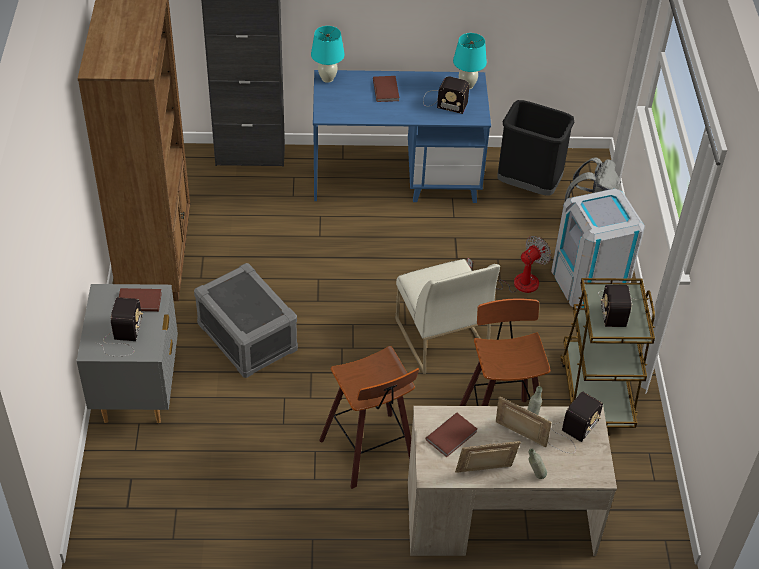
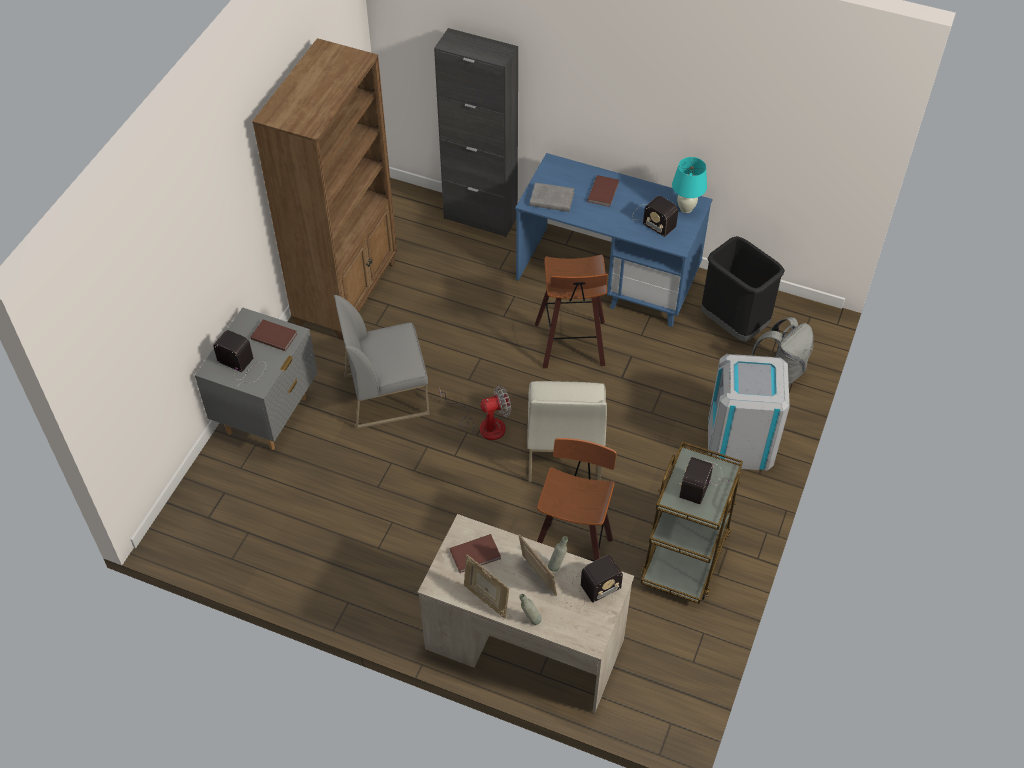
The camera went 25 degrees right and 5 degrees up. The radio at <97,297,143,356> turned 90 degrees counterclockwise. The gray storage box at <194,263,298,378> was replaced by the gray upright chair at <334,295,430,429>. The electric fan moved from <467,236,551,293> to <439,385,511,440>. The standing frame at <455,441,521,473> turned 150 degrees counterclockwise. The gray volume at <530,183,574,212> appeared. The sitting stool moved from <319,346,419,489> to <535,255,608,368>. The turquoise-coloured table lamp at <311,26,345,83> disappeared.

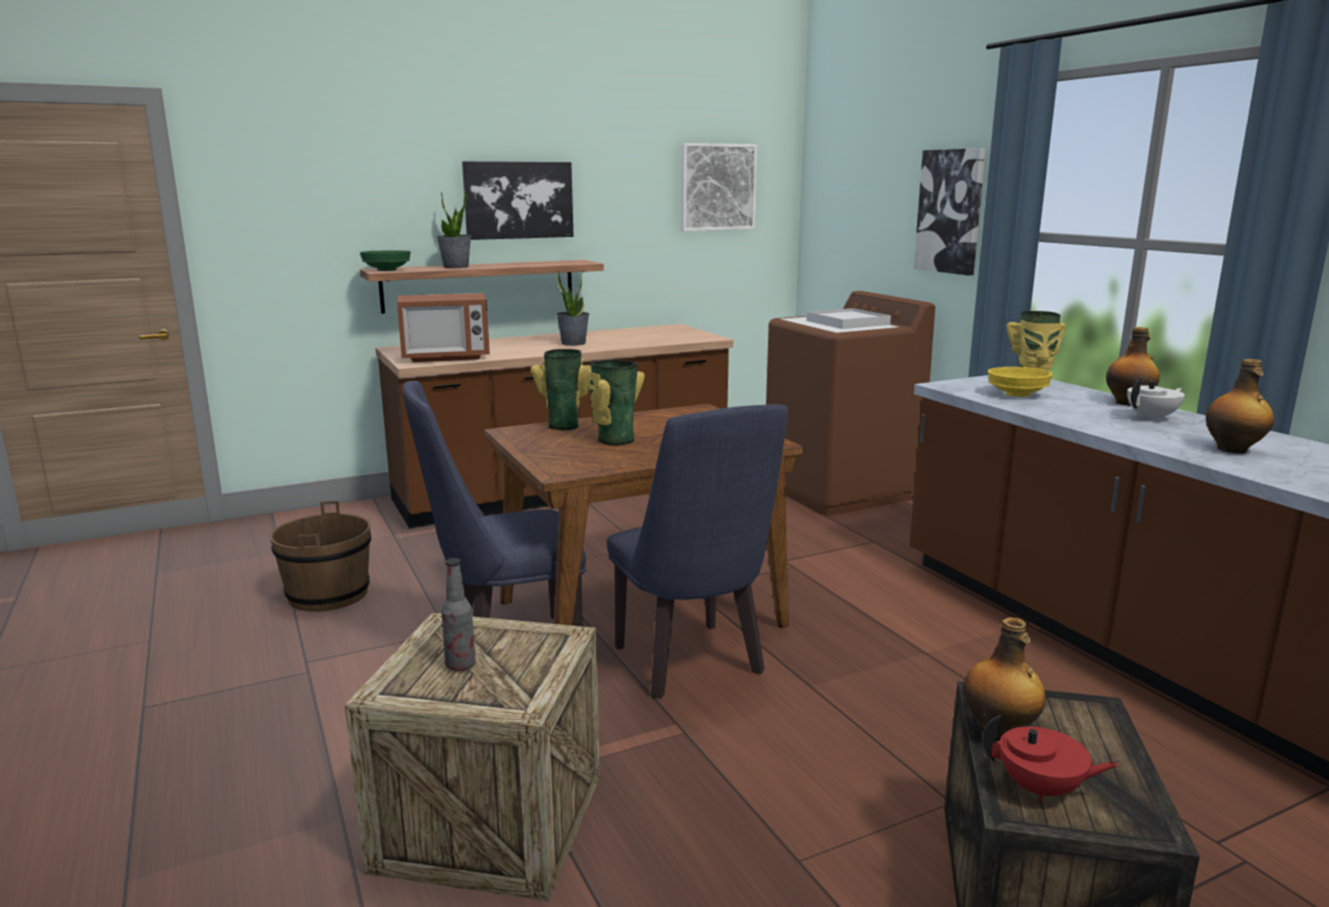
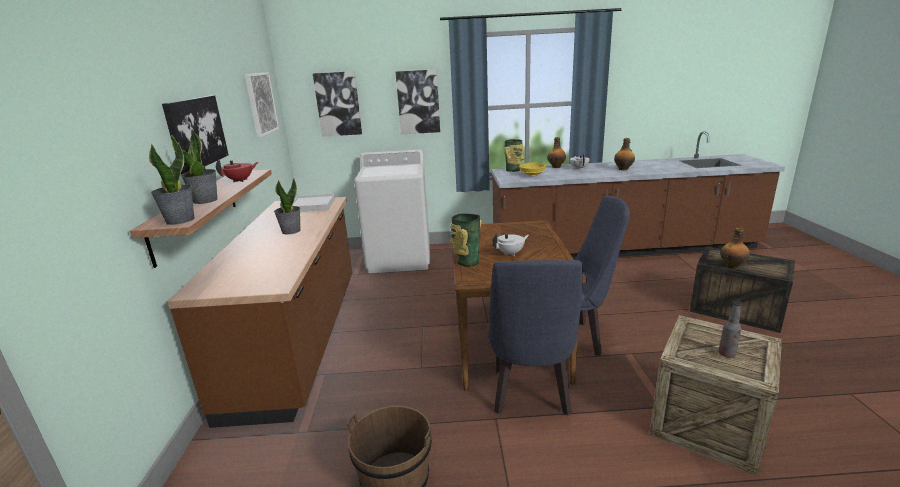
The camera went 65 degrees left and 5 degrees up. The green bowl at <360,251,411,271> was replaced by the houseplant at <149,142,195,225>. The red-coloured tea pot moved from <982,715,1119,803> to <216,159,258,182>. The white-coloured serving tray moved from <806,308,891,329> to <292,194,335,212>. The wall picture at <313,71,362,137> appeared. The brownish laundry machine at <766,291,935,516> became the white-coloured laundry machine at <354,149,430,273>. The flower vase at <588,359,645,446> was replaced by the white-coloured tea pot at <493,233,529,256>. The kitchen microwave at <397,293,490,362> disappeared.

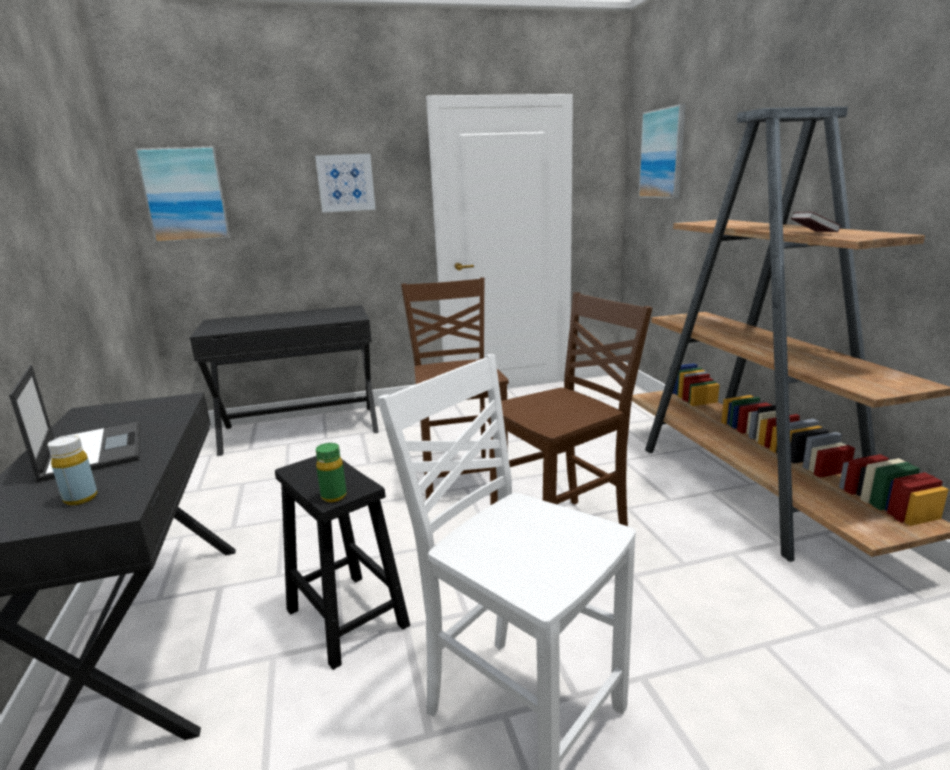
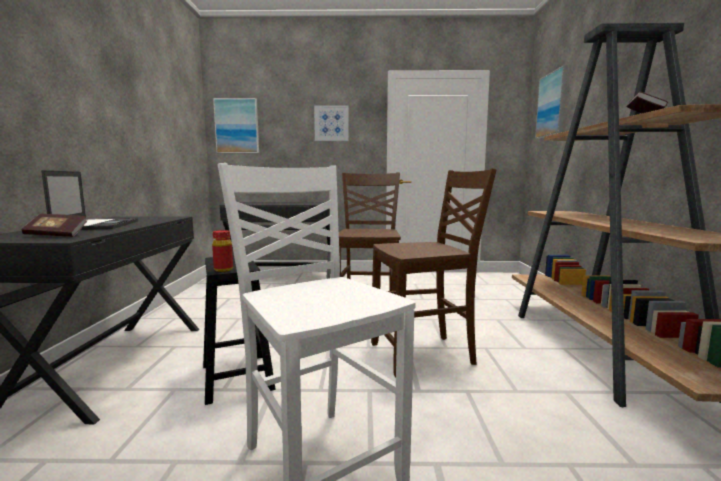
The camera went 15 degrees right and 10 degrees down. The yellow bottle at <48,435,97,505> was replaced by the volume at <21,214,87,237>. The green bottle at <316,443,347,502> became the red-coloured bottle at <212,230,233,272>.

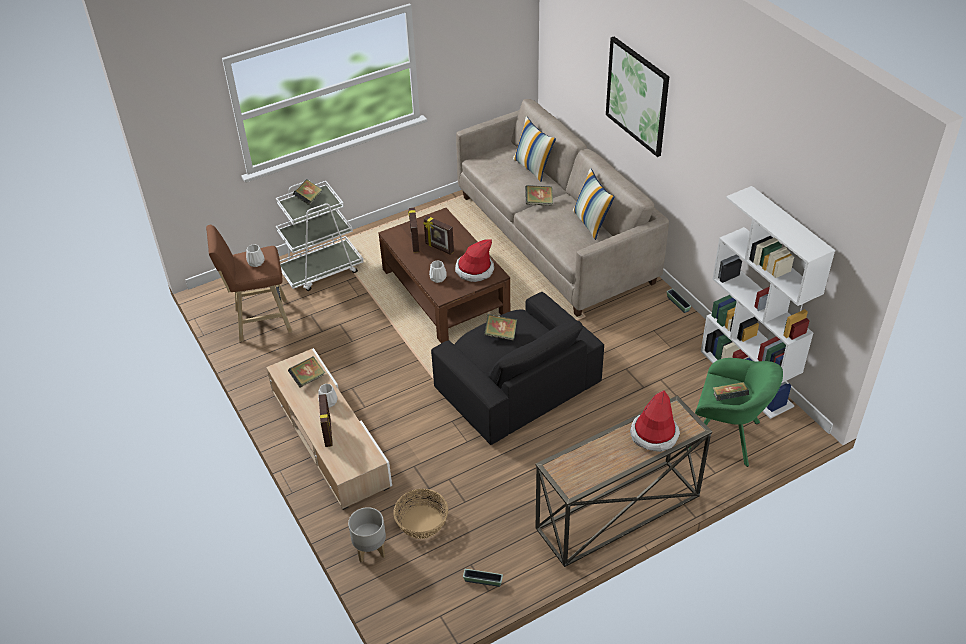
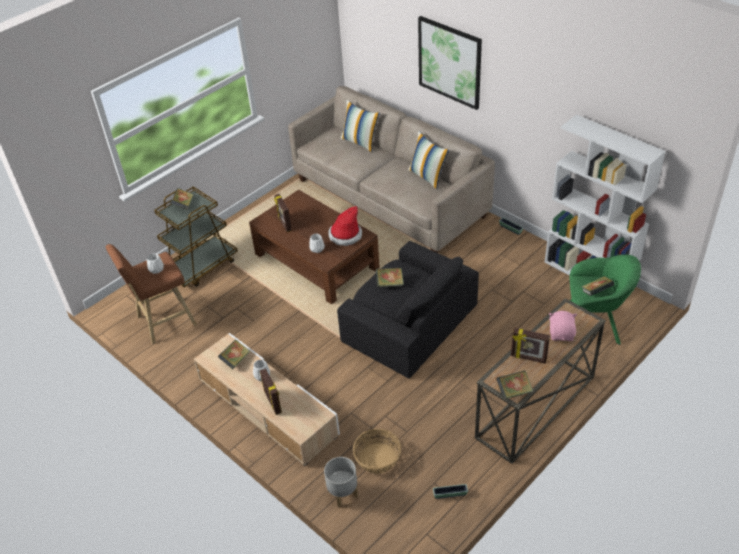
The camera went 15 degrees left and 0 degrees up. The white-coloured trolley at <276,181,364,291> became the brownish trolley at <154,187,238,287>. The volume moved from <525,185,553,206> to <496,370,533,400>. The standing frame moved from <423,216,454,255> to <511,328,550,363>. The wearable hat at <630,390,680,452> was replaced by the pinkish plush toy at <549,311,577,341>.

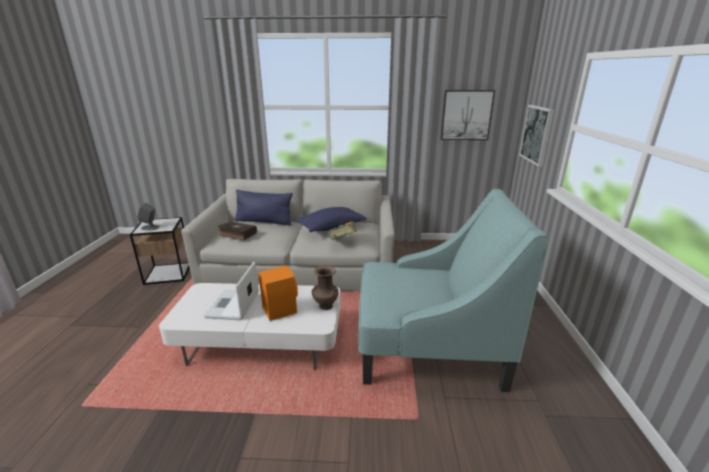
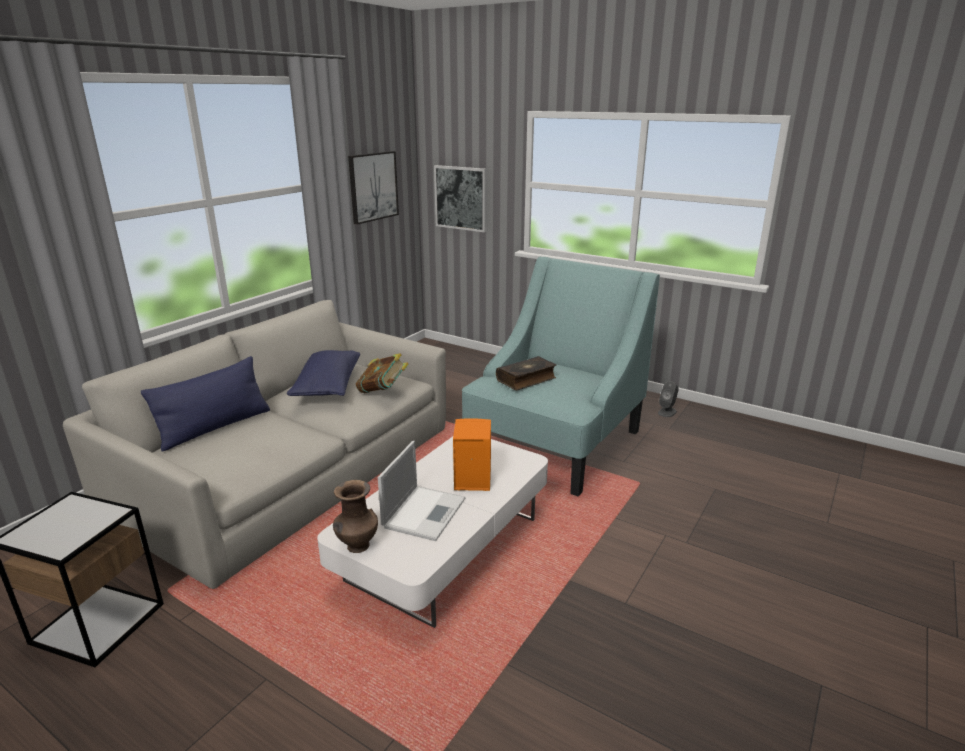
The camera went 60 degrees left and 0 degrees up. The brownish flower vase moved from <312,266,339,310> to <333,480,378,553>. The portable computer at <204,262,259,320> turned 105 degrees counterclockwise. The volume moved from <218,221,257,240> to <496,356,556,390>. The gray audio speaker moved from <137,203,159,230> to <658,381,679,417>.

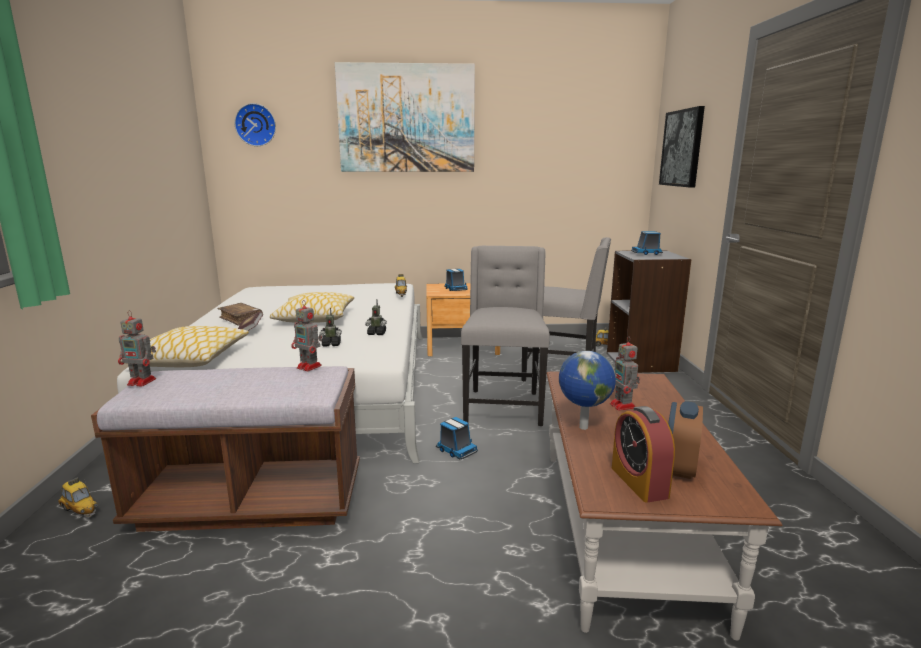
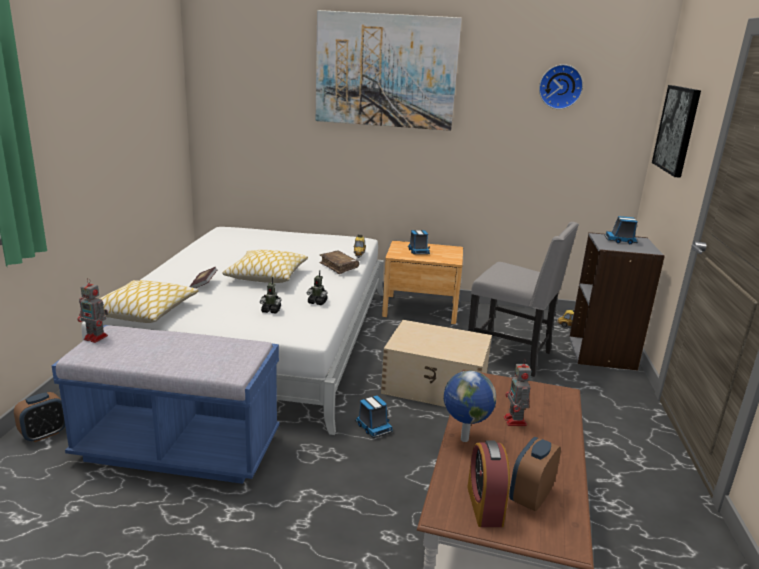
The camera went 10 degrees right and 5 degrees up. The model car at <58,478,98,516> was replaced by the alarm clock at <14,392,65,442>. The brownish indoor bench at <91,366,360,532> became the blue-coloured indoor bench at <52,325,279,484>. The brownish volume moved from <218,303,263,326> to <319,251,359,274>. The gray upright chair at <461,246,550,426> was replaced by the beige-coloured storage box at <381,320,492,407>. The wall clock moved from <234,103,276,146> to <539,64,583,109>. The model robot at <291,300,322,371> disappeared.

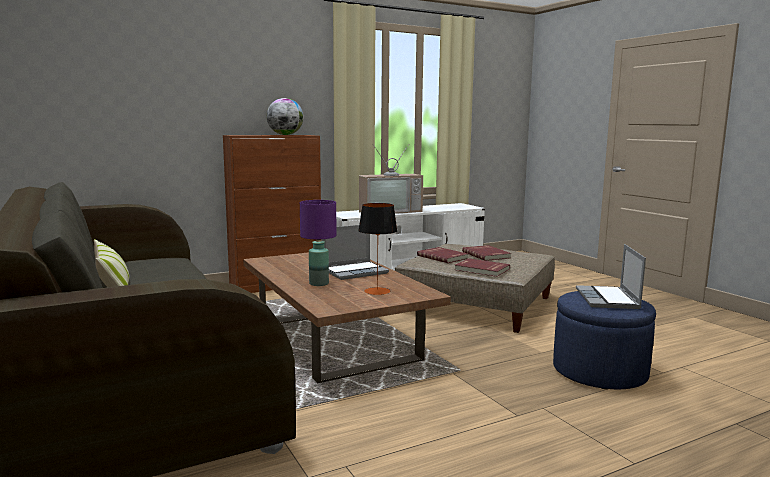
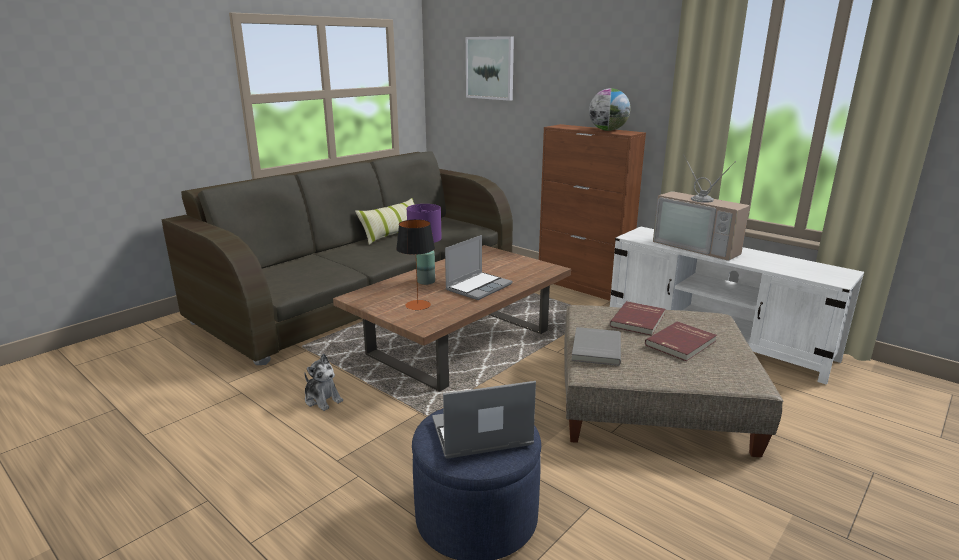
The camera went 70 degrees right and 10 degrees up. The plush toy at <305,353,343,411> appeared. The portable computer at <322,225,389,280> turned 90 degrees counterclockwise. The wall picture at <466,36,514,101> appeared. The red-coloured volume at <455,258,510,277> became the gray volume at <571,327,621,366>.

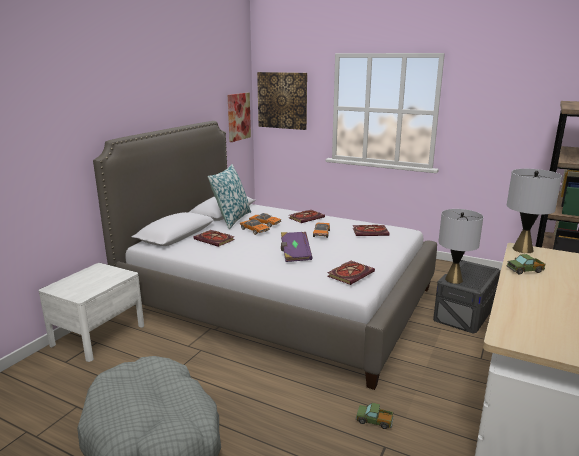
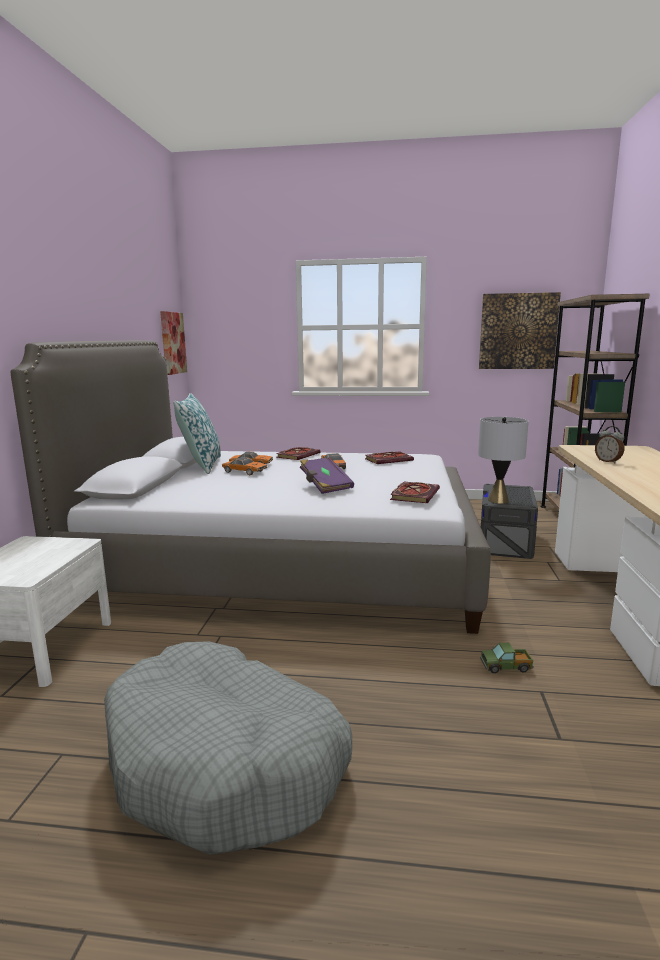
The camera went 20 degrees left and 5 degrees down. The wall picture moved from <257,72,307,130> to <479,292,561,369>. The toy lorry at <507,254,545,275> was replaced by the alarm clock at <595,426,625,463>. The volume at <193,230,235,247> disappeared. The gray table lamp at <506,169,562,253> disappeared.

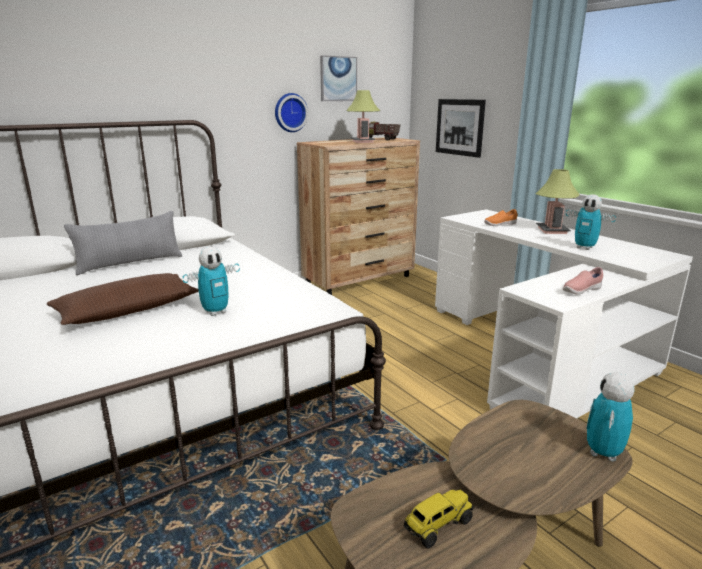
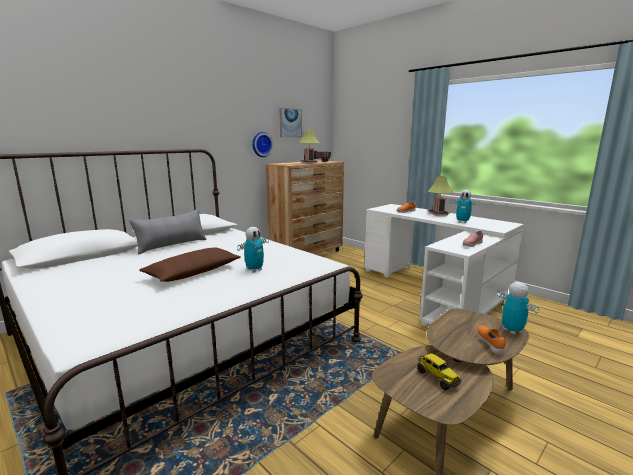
The camera went 10 degrees left and 5 degrees down. The toy lorry at <404,490,473,549> turned 105 degrees clockwise. The orange-coloured low shoe at <477,325,505,355> appeared. The model robot at <586,372,635,462> turned 135 degrees clockwise. The wall picture at <436,99,486,158> disappeared.

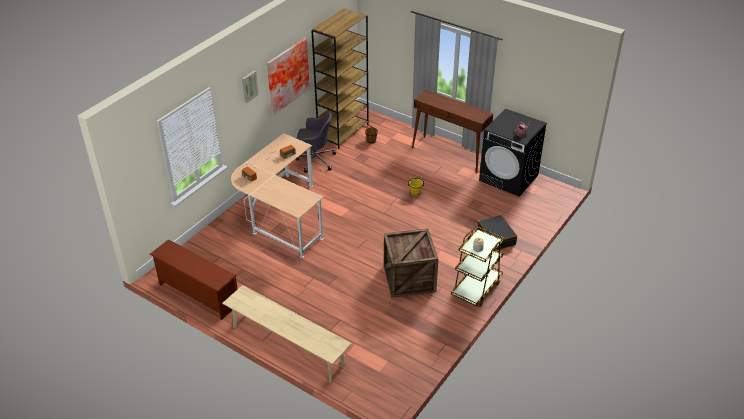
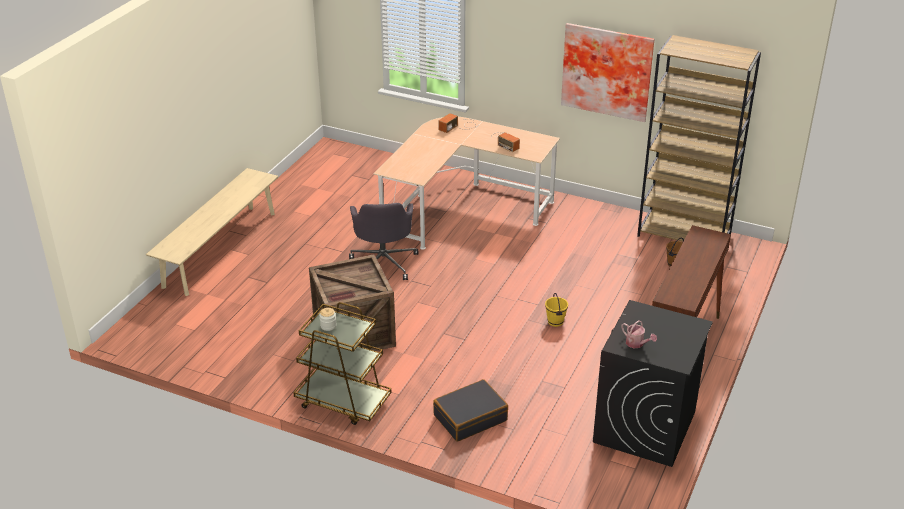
The camera went 80 degrees right and 5 degrees down. The gray desk chair moved from <296,111,336,173> to <349,203,419,280>. The brownish shoe stand at <149,239,238,320> disappeared. The wall picture at <242,71,259,103> disappeared.

